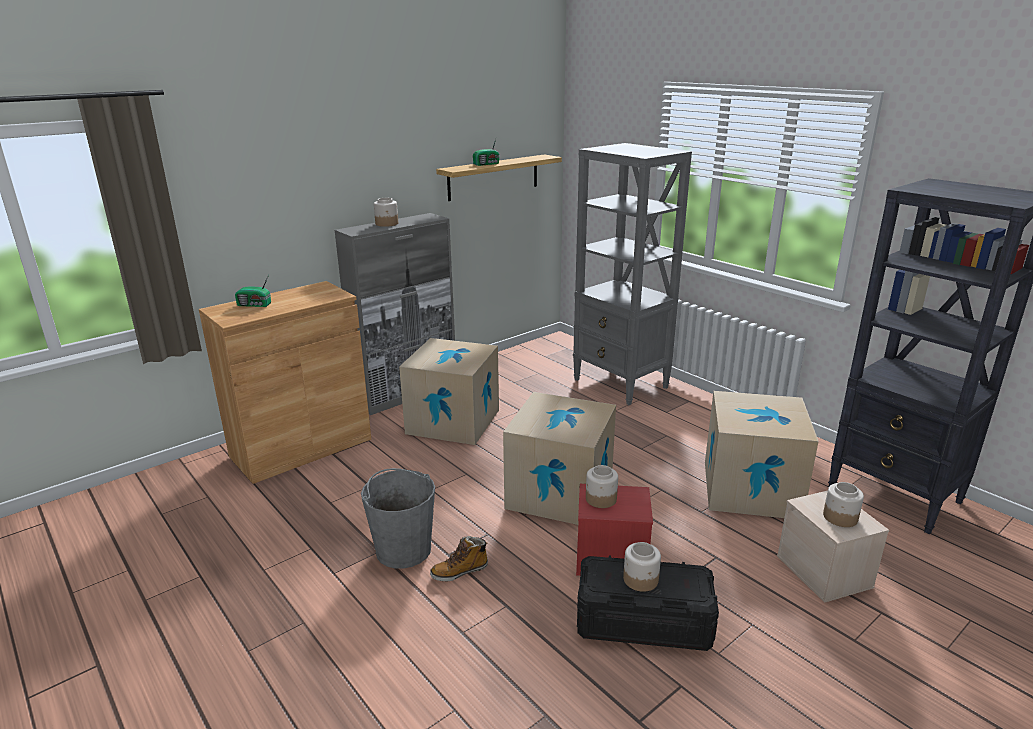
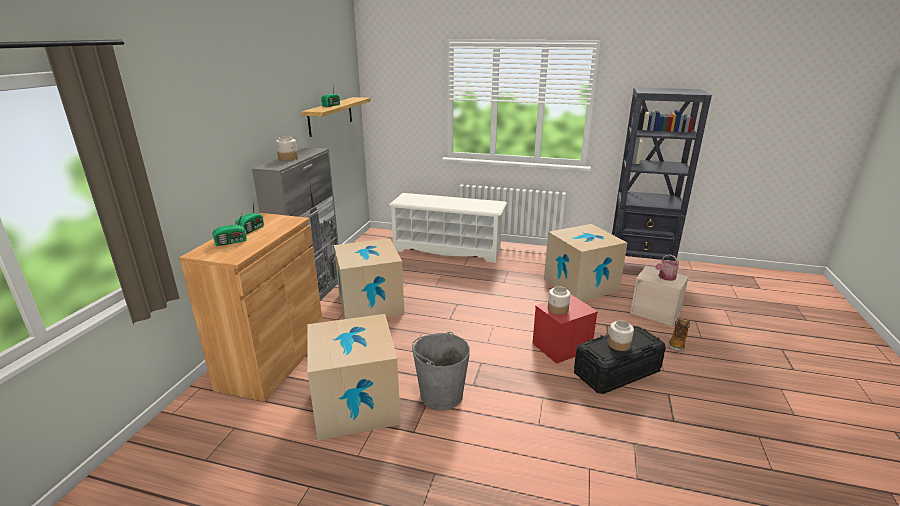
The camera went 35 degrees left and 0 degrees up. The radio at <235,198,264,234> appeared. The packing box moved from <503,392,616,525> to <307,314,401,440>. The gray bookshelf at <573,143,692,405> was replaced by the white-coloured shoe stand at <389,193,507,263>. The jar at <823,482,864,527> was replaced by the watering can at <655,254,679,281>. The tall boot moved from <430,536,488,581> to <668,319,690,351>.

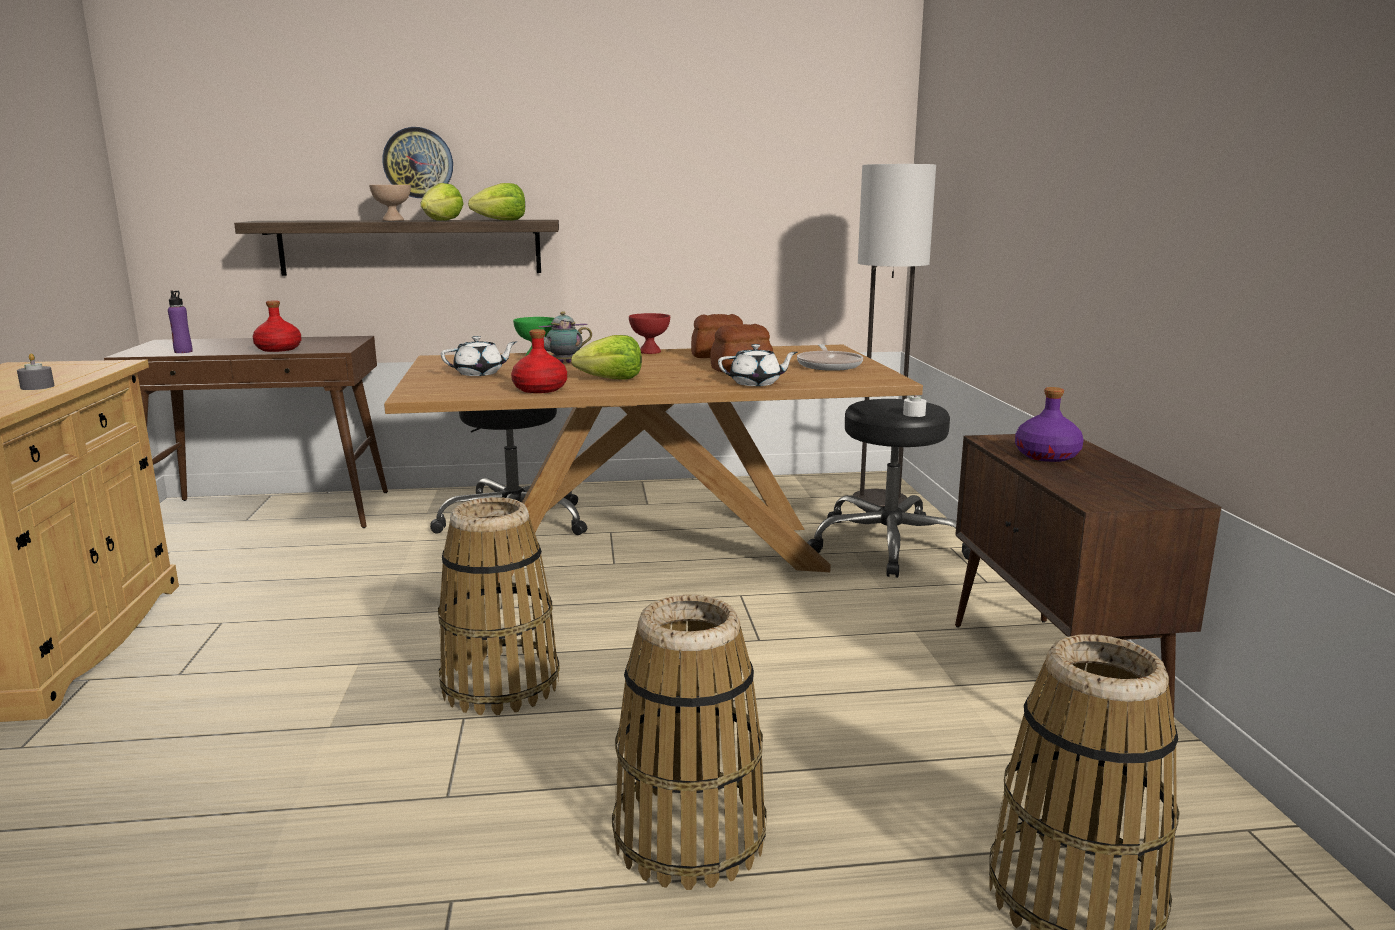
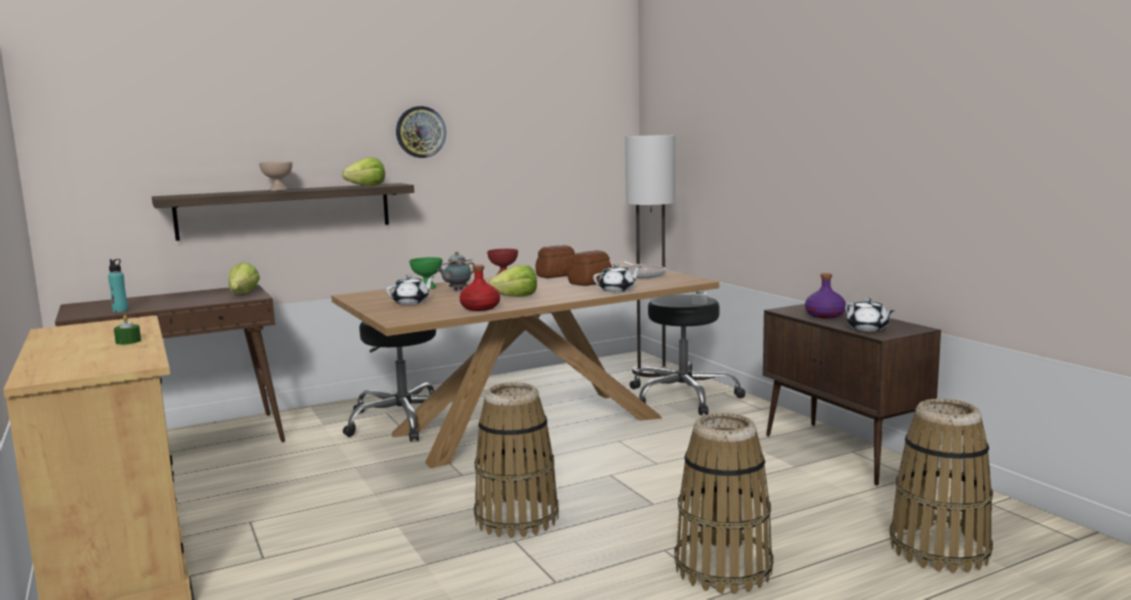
The camera went 20 degrees left and 5 degrees down. The purple-coloured bottle at <168,290,193,353> became the turquoise-coloured bottle at <108,259,128,312>. The gray wax light at <17,353,55,390> became the green wax light at <114,315,141,345>. The lettuce head moved from <421,183,464,221> to <229,263,260,294>. The wall clock moved from <382,127,453,198> to <396,106,446,158>. The white-coloured tea pot at <845,298,894,331> appeared. The red-coloured bottle at <253,300,301,352> disappeared.

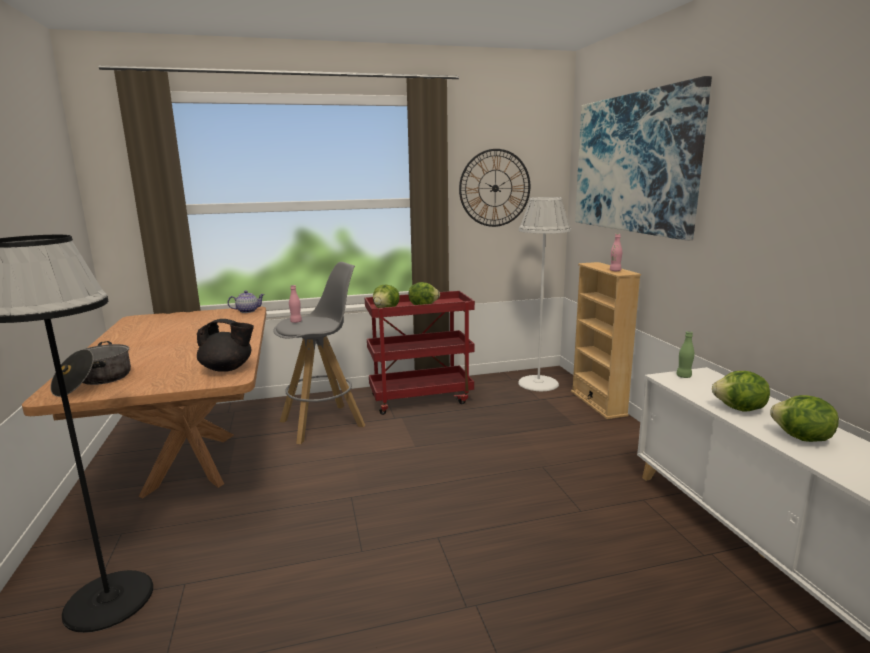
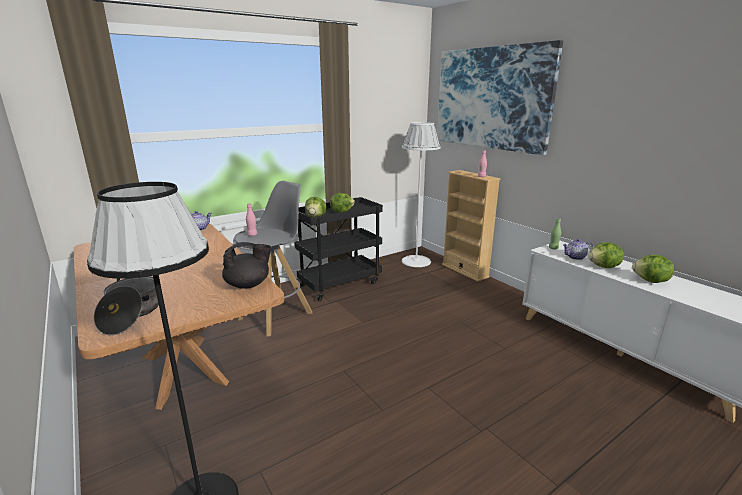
The camera went 20 degrees left and 5 degrees up. The red-coloured trolley at <365,291,475,415> became the black trolley at <295,197,383,301>. The tea pot at <563,239,593,260> appeared. The wall clock at <459,149,530,227> disappeared.

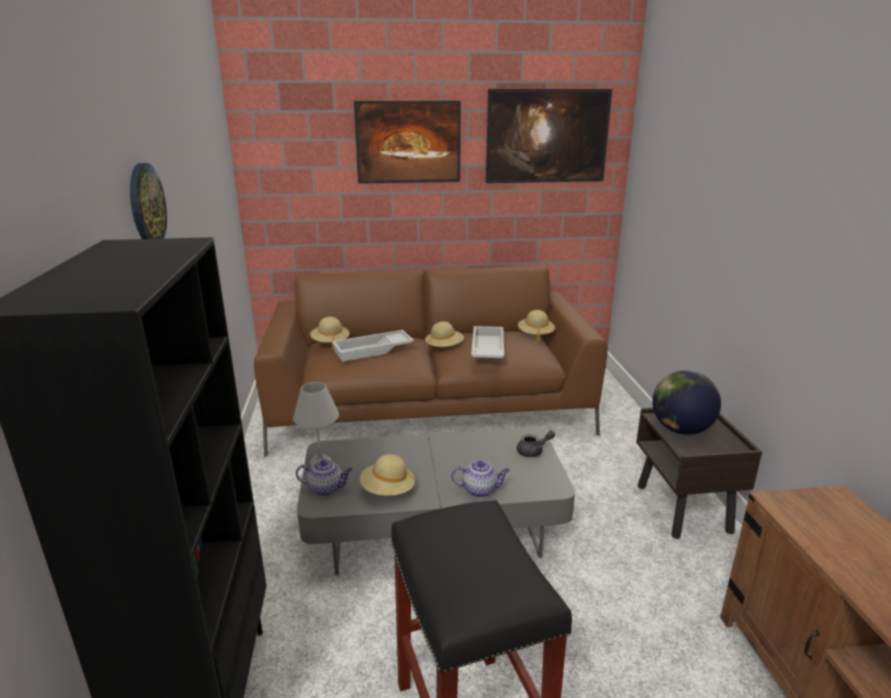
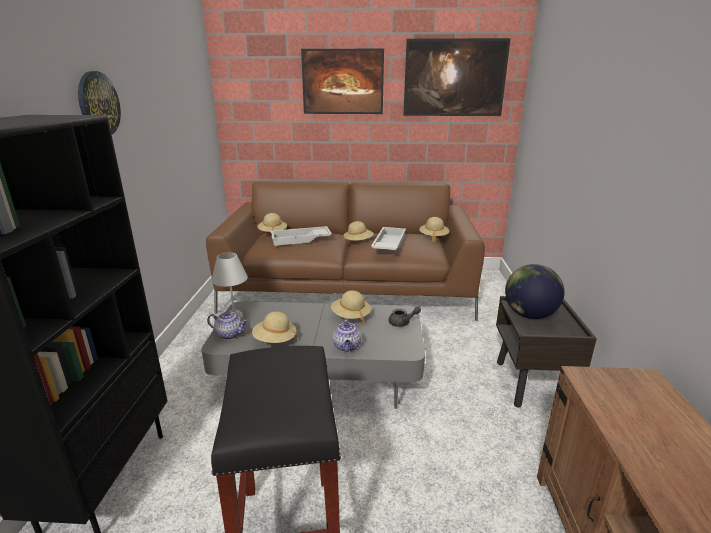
The camera went 10 degrees right and 0 degrees up. The beige-coloured wearable hat at <331,290,371,325> appeared. The tea pot at <451,461,510,497> turned 75 degrees clockwise.

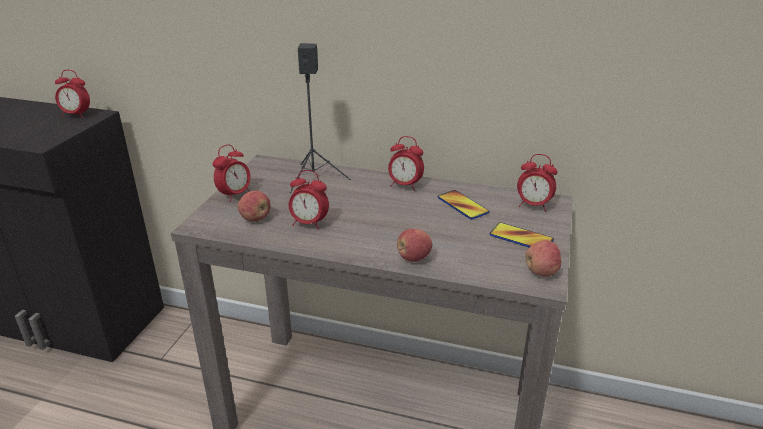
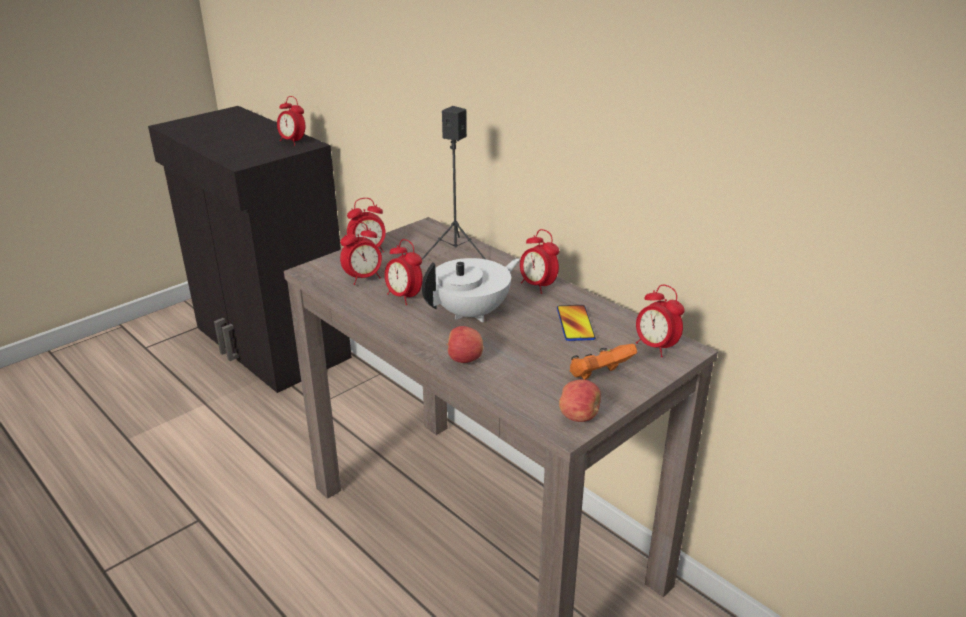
The camera went 30 degrees right and 0 degrees up. The apple at <238,191,271,221> was replaced by the alarm clock at <340,222,382,285>. The white-coloured tea pot at <422,258,520,323> appeared. The telephone at <490,222,554,247> was replaced by the orange-coloured game controller at <570,344,637,380>.

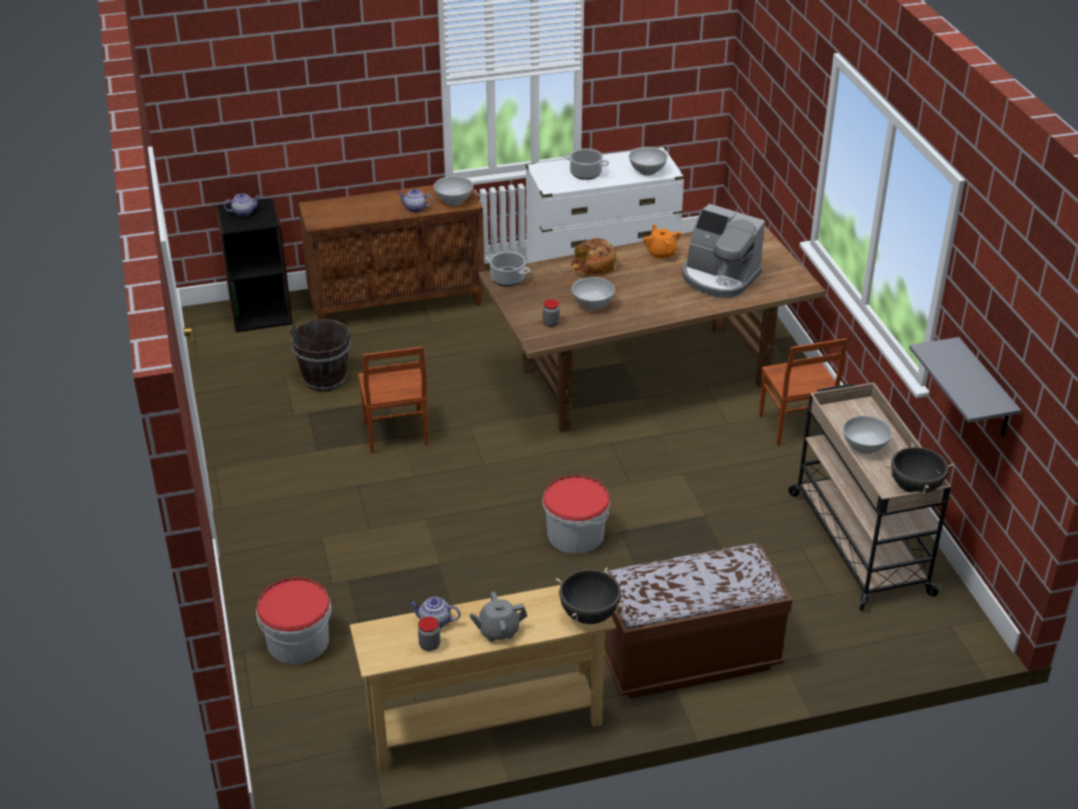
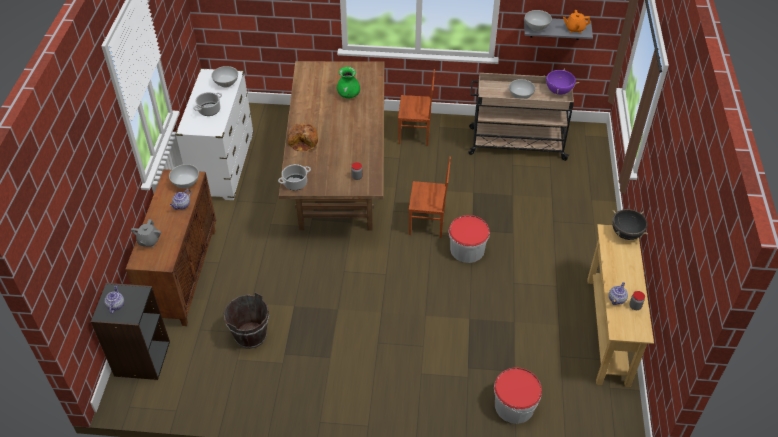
The camera went 70 degrees left and 10 degrees up. The gray tea pot moved from <469,592,527,642> to <131,219,161,247>. The coffee machine at <682,204,765,298> was replaced by the green flower vase at <337,67,360,98>. The brownish upright chair moved from <358,347,428,453> to <409,156,451,238>. The white-coloured bowl moved from <572,277,615,310> to <525,10,552,31>. The black stockpot at <885,443,955,494> became the purple-coloured stockpot at <543,68,579,95>. The orange-coloured tea pot moved from <643,224,681,260> to <563,10,590,33>. The brownish indoor bench at <605,543,792,699> disappeared.

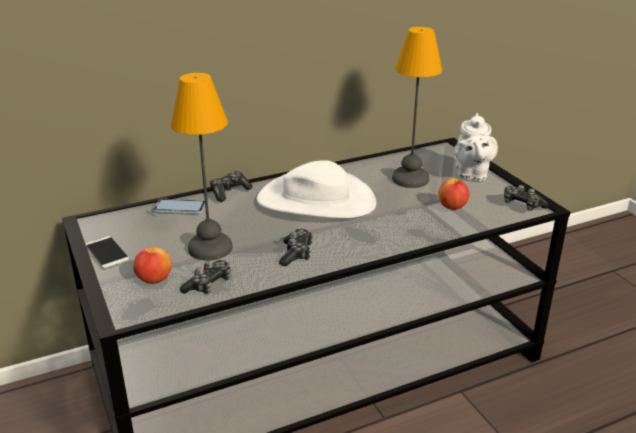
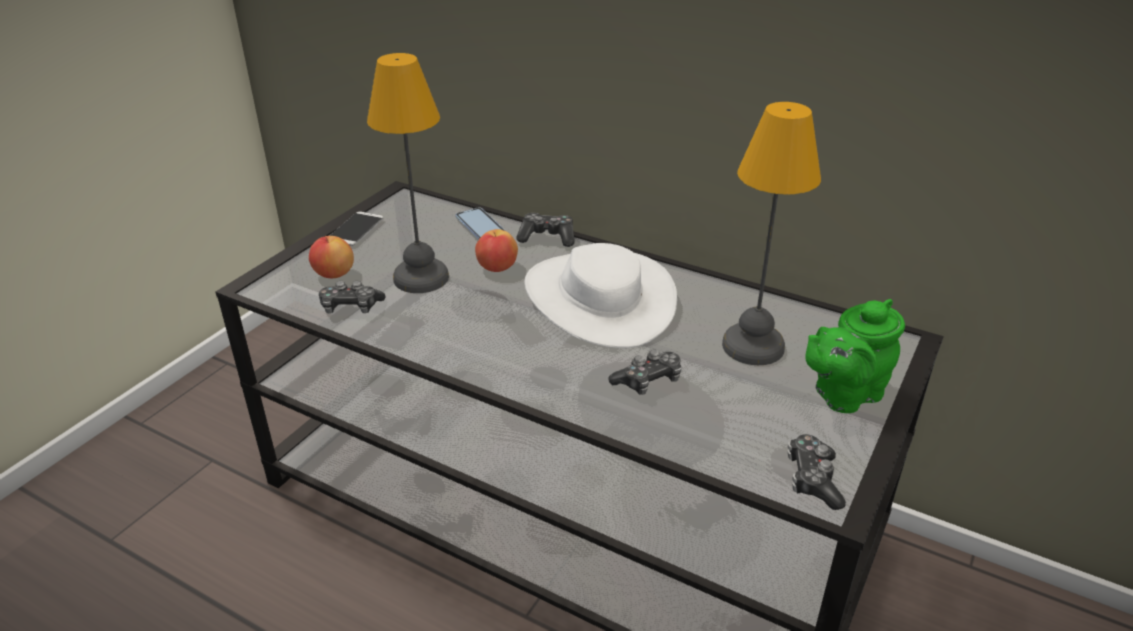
The camera went 55 degrees right and 5 degrees up. The apple moved from <438,178,469,210> to <475,229,518,272>. The game controller moved from <279,229,313,266> to <608,350,682,395>. The white-coloured tea pot at <454,113,498,181> became the green tea pot at <805,299,905,413>.

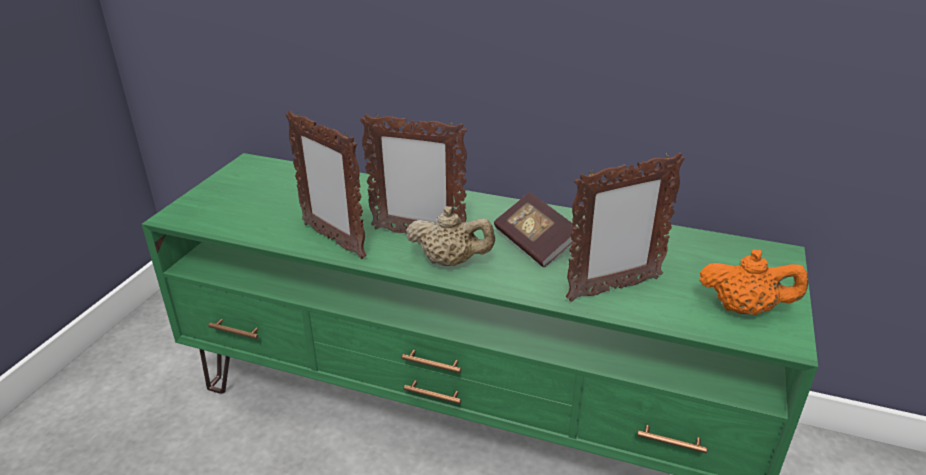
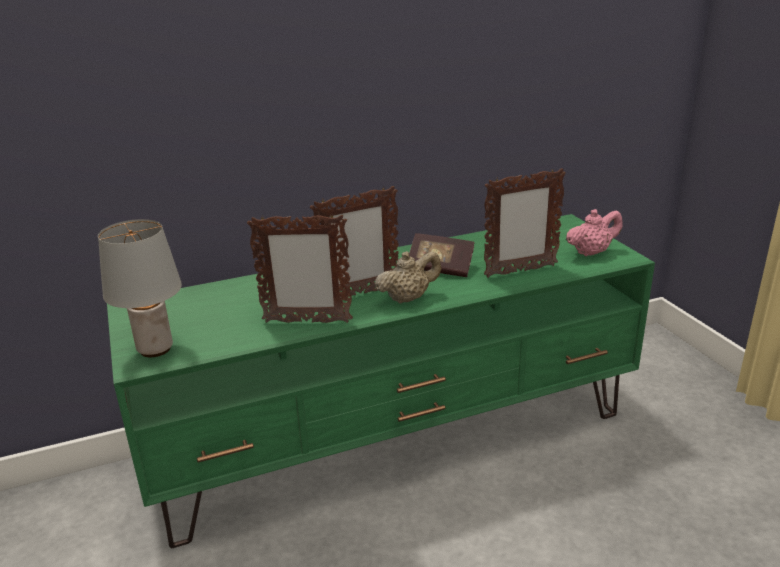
The camera went 40 degrees left and 5 degrees down. The gray table lamp at <98,219,182,357> appeared. The standing frame at <566,152,685,302> turned 45 degrees clockwise. The orange-coloured tea pot at <700,250,809,315> became the pinkish tea pot at <566,209,623,256>.

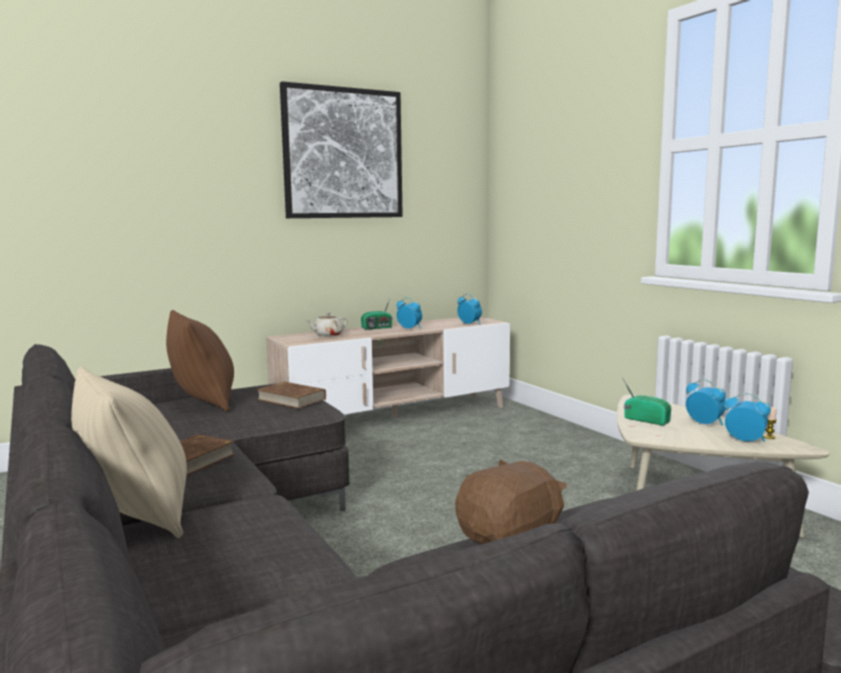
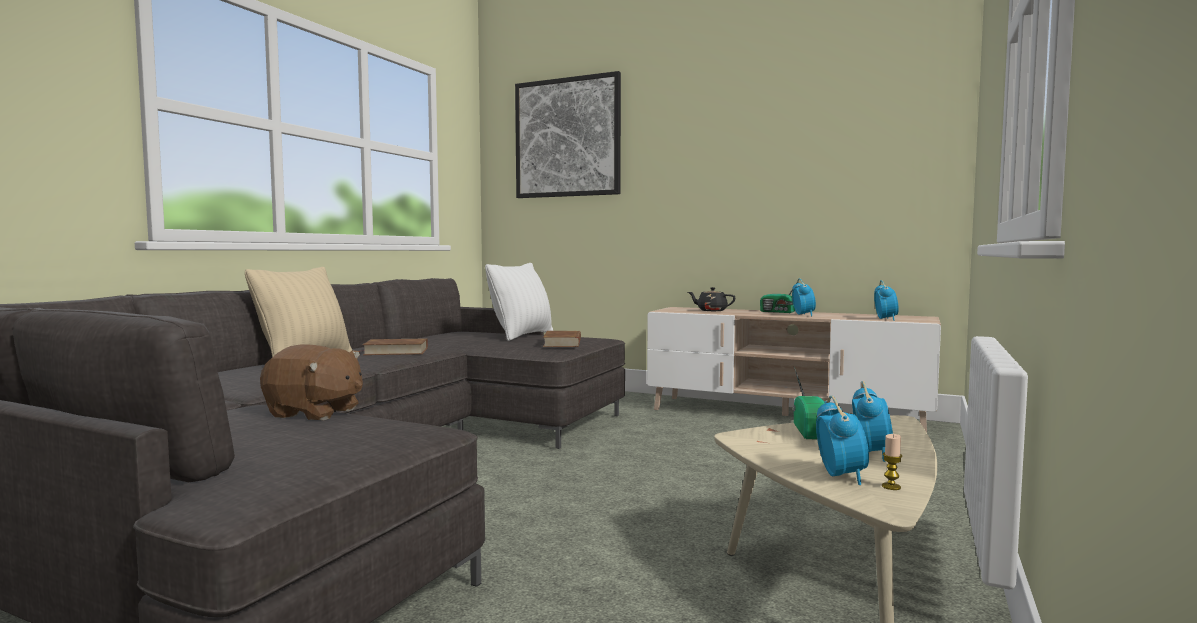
The camera went 55 degrees right and 5 degrees down. The brownish pillow at <166,310,234,412> became the white-coloured pillow at <485,263,553,341>. The wall picture moved from <280,81,403,218> to <515,71,621,198>. The beige-coloured tea pot at <307,312,348,337> became the black tea pot at <688,287,735,311>.

